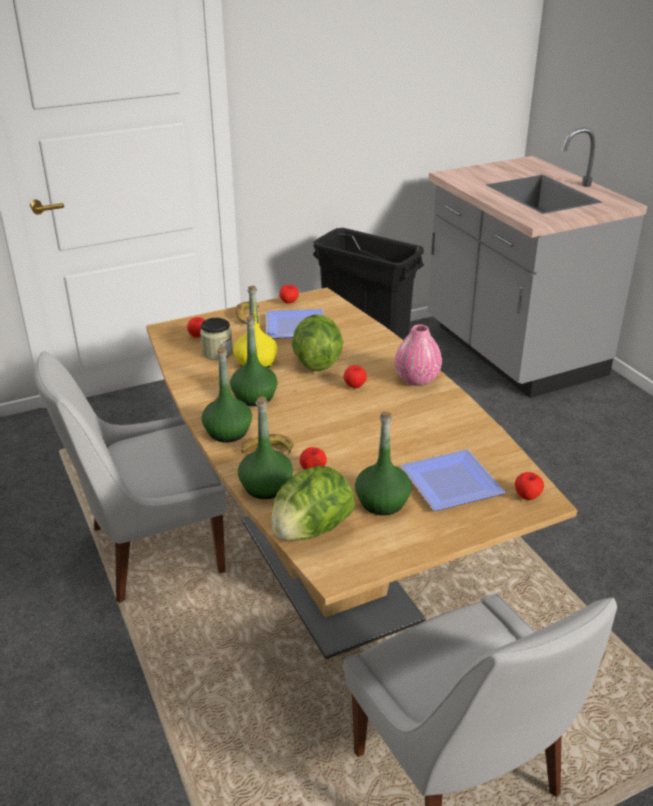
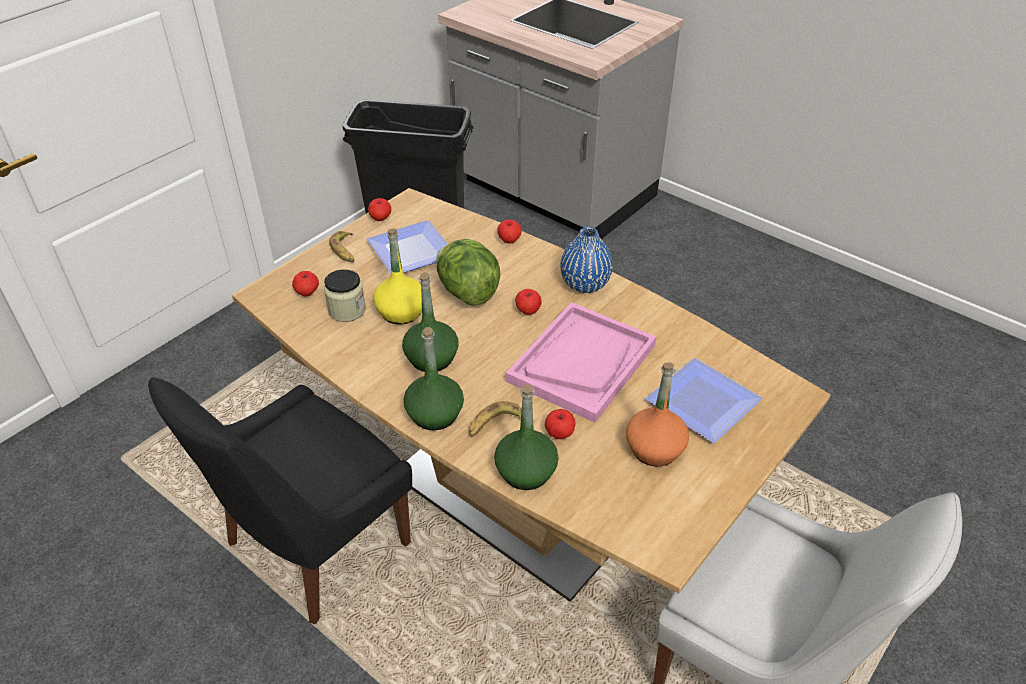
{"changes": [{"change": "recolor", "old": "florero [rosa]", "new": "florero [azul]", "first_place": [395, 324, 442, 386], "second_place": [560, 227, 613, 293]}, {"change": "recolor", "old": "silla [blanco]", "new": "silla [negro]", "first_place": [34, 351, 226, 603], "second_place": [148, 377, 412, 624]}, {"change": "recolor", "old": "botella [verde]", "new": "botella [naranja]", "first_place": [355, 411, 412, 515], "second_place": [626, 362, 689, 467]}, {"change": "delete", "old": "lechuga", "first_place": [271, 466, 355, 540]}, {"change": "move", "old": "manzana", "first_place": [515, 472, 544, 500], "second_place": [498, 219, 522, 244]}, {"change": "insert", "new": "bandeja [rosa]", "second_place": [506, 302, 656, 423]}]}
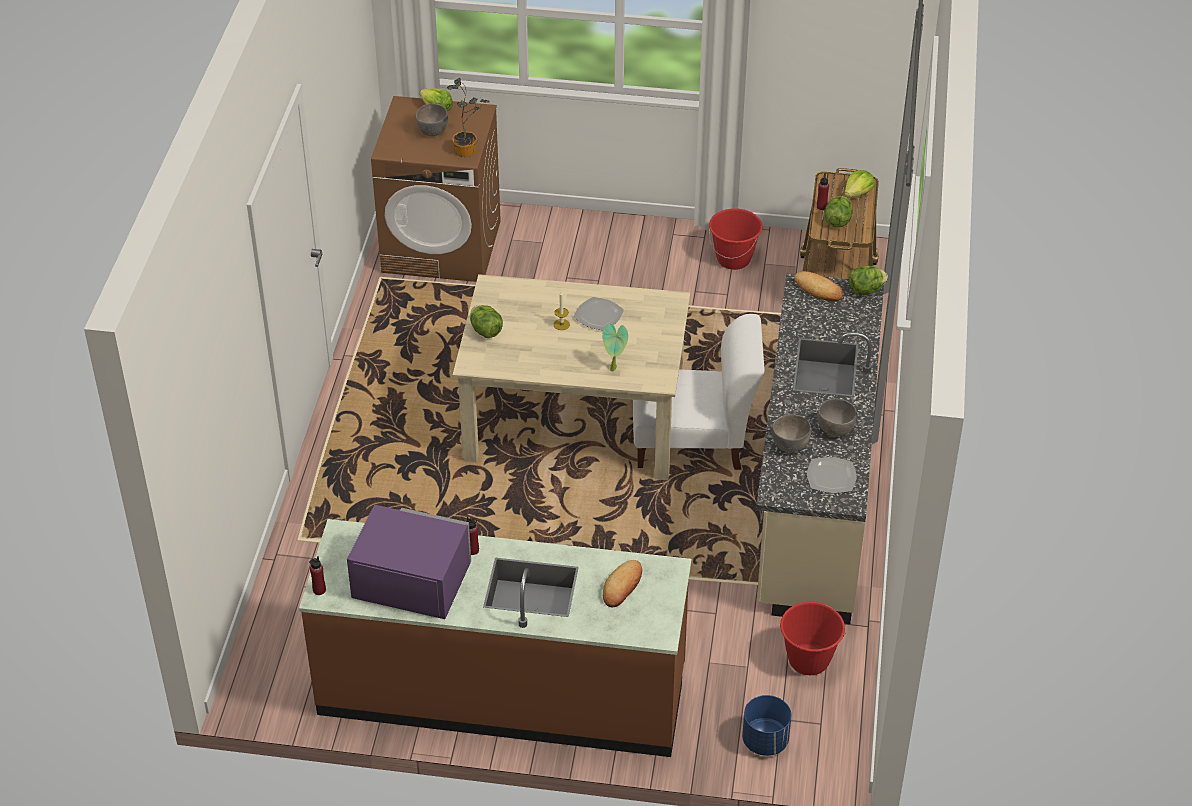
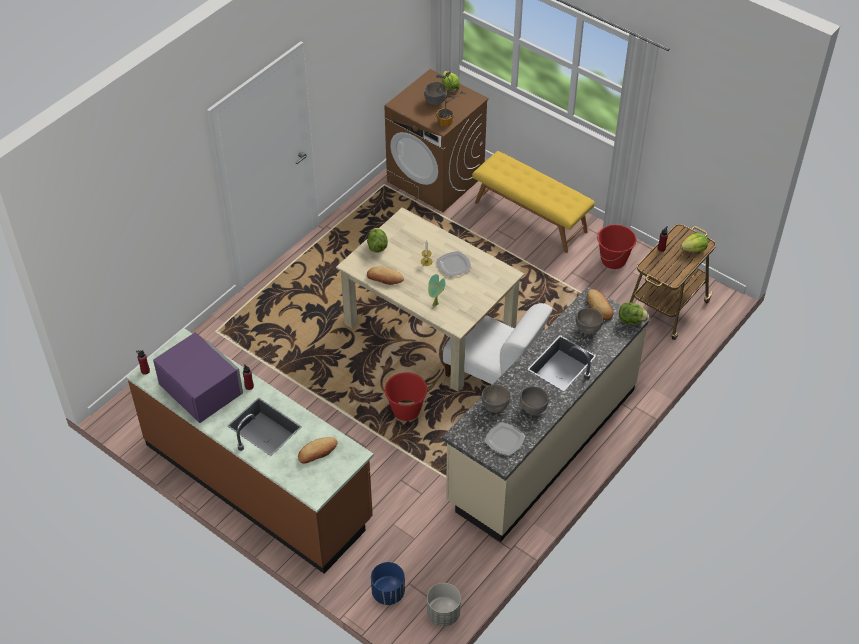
{"changes": [{"change": "delete", "old": "lechuga", "first_place": [824, 196, 853, 228]}, {"change": "move", "old": "cubo [rojo]", "first_place": [779, 602, 846, 675], "second_place": [385, 372, 428, 421]}, {"change": "insert", "new": "banco [amarillo]", "second_place": [472, 151, 595, 253]}, {"change": "insert", "new": "pan", "second_place": [367, 267, 404, 285]}, {"change": "insert", "new": "cuenco [gris]", "second_place": [576, 308, 603, 334]}, {"change": "insert", "new": "maceta [gris]", "second_place": [427, 583, 461, 626]}]}
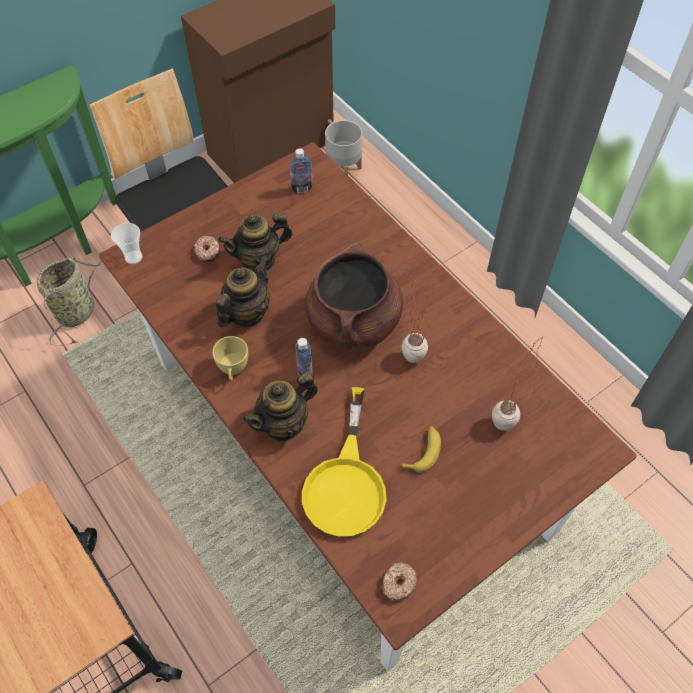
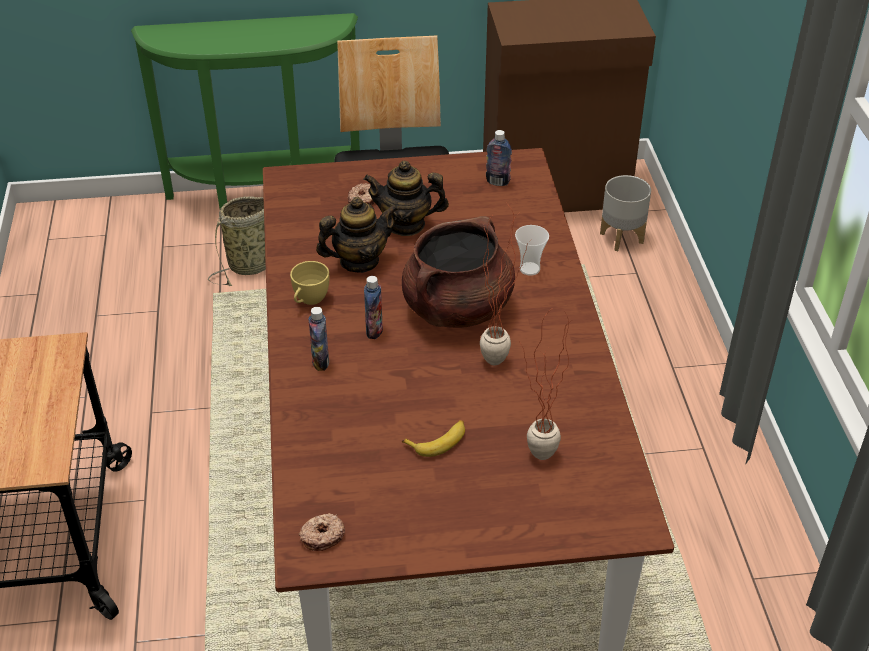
{"changes": [{"change": "move", "old": "taza", "first_place": [111, 223, 143, 264], "second_place": [515, 225, 549, 276]}, {"change": "replace", "old": "tetera", "new": "botella", "first_place": [242, 372, 318, 442], "second_place": [309, 307, 329, 371]}, {"change": "delete", "old": "sartén [amarillo]", "first_place": [302, 387, 386, 536]}]}
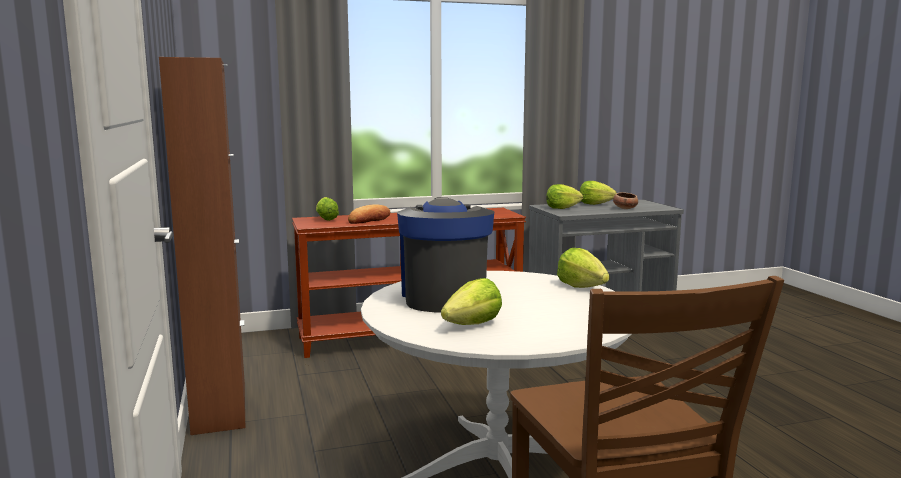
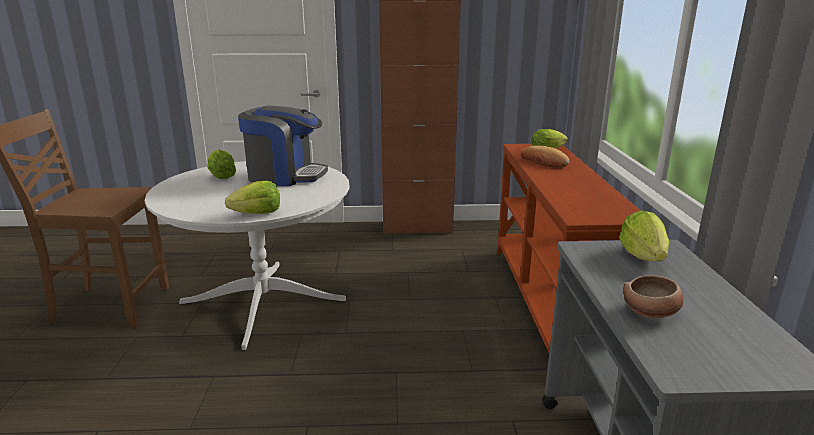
{"changes": [{"change": "delete", "old": "lechuga", "first_place": [580, 181, 617, 205]}]}
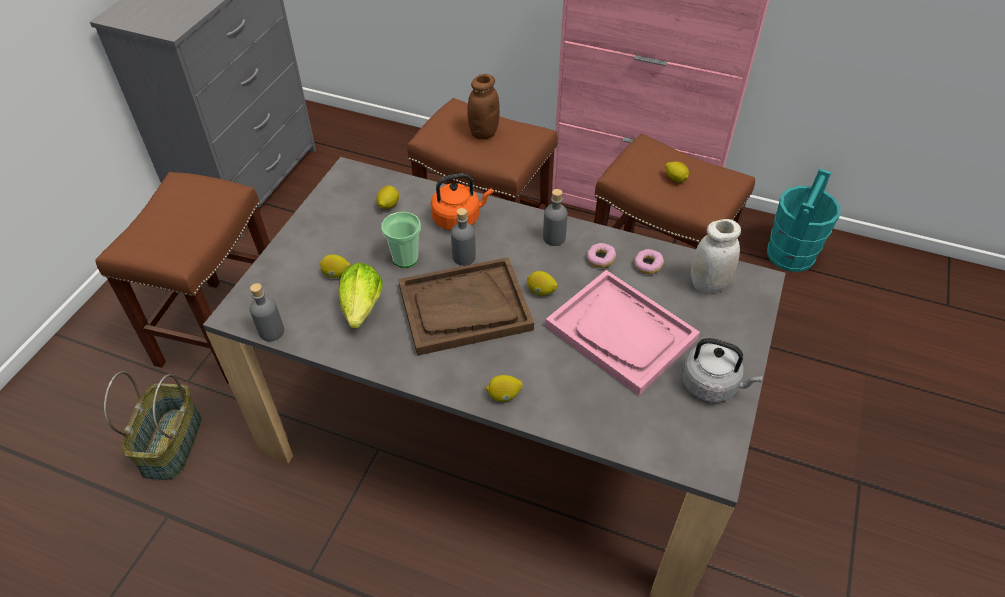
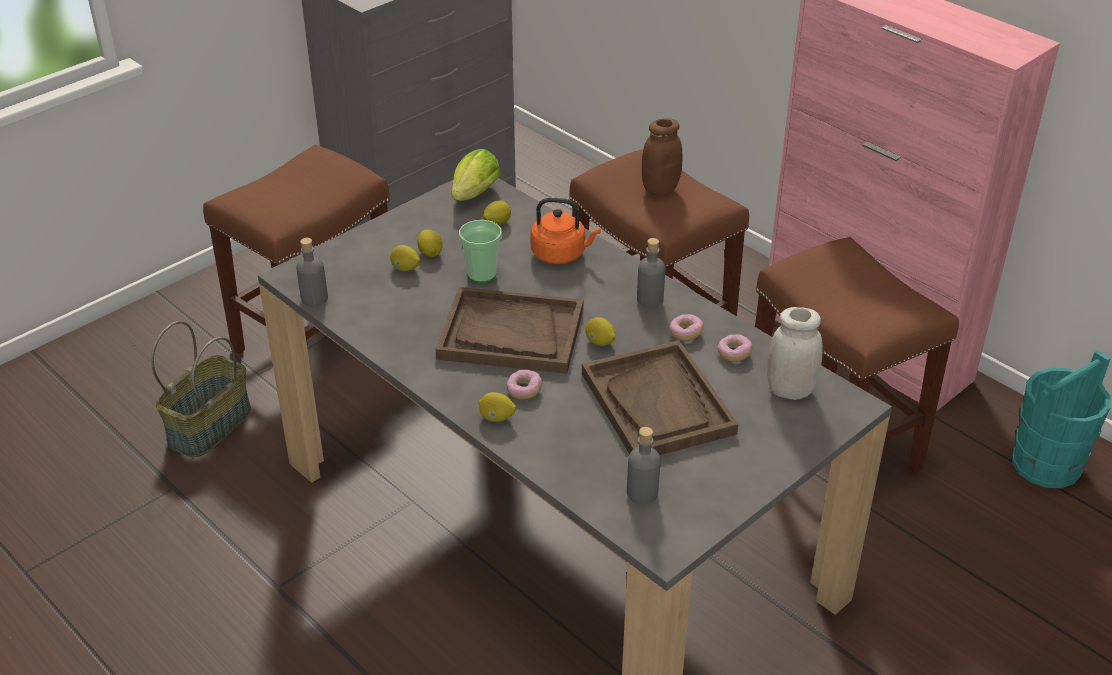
{"changes": [{"change": "move", "old": "limón", "first_place": [665, 161, 689, 182], "second_place": [418, 230, 443, 257]}, {"change": "move", "old": "botella [gris]", "first_place": [451, 208, 476, 266], "second_place": [627, 427, 661, 504]}, {"change": "move", "old": "lechuga", "first_place": [338, 263, 383, 328], "second_place": [452, 149, 501, 201]}, {"change": "recolor", "old": "bandeja [rosa]", "new": "bandeja [marrón]", "first_place": [545, 270, 700, 395], "second_place": [582, 340, 738, 455]}, {"change": "delete", "old": "hervidor [gris]", "first_place": [682, 338, 763, 402]}, {"change": "insert", "new": "rosquilla", "second_place": [506, 370, 542, 400]}]}
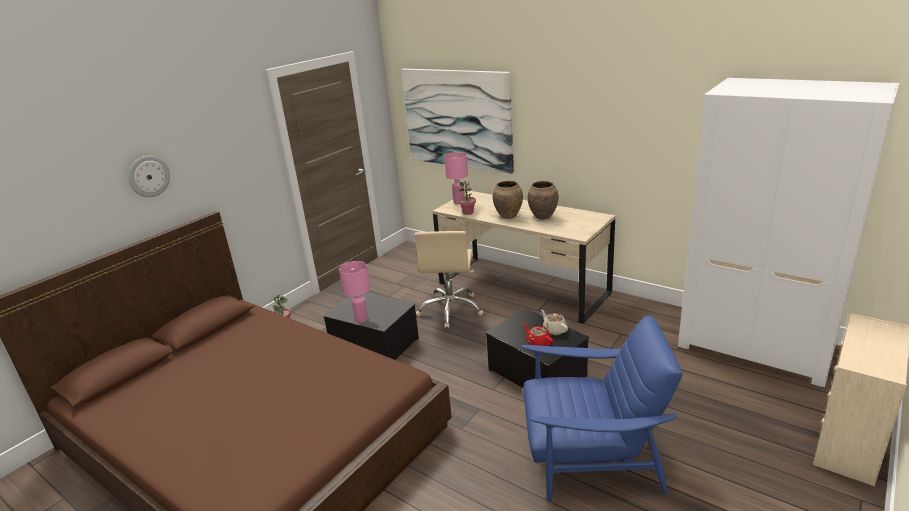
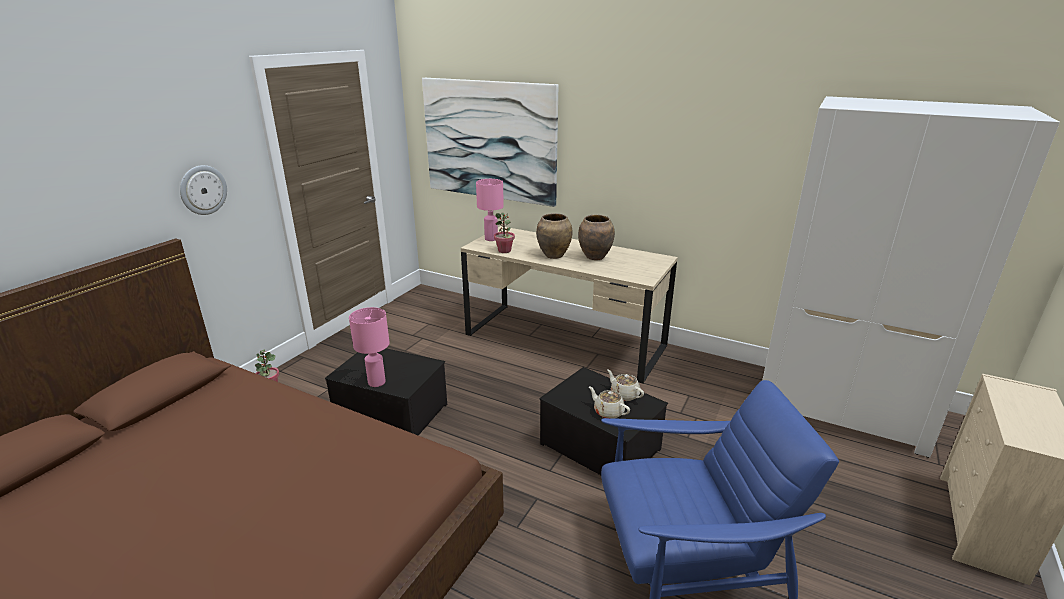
{"changes": [{"change": "move", "old": "reloj de pared", "first_place": [128, 156, 170, 197], "second_place": [180, 165, 227, 215]}, {"change": "delete", "old": "silla de oficina [beis]", "first_place": [414, 231, 484, 328]}, {"change": "recolor", "old": "tetera [rojo]", "new": "tetera [beis]", "first_place": [523, 323, 553, 346], "second_place": [589, 386, 630, 419]}]}
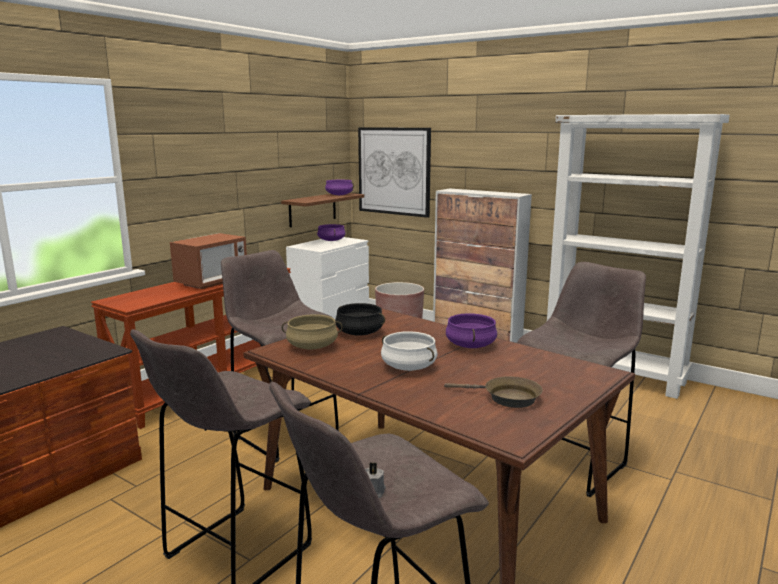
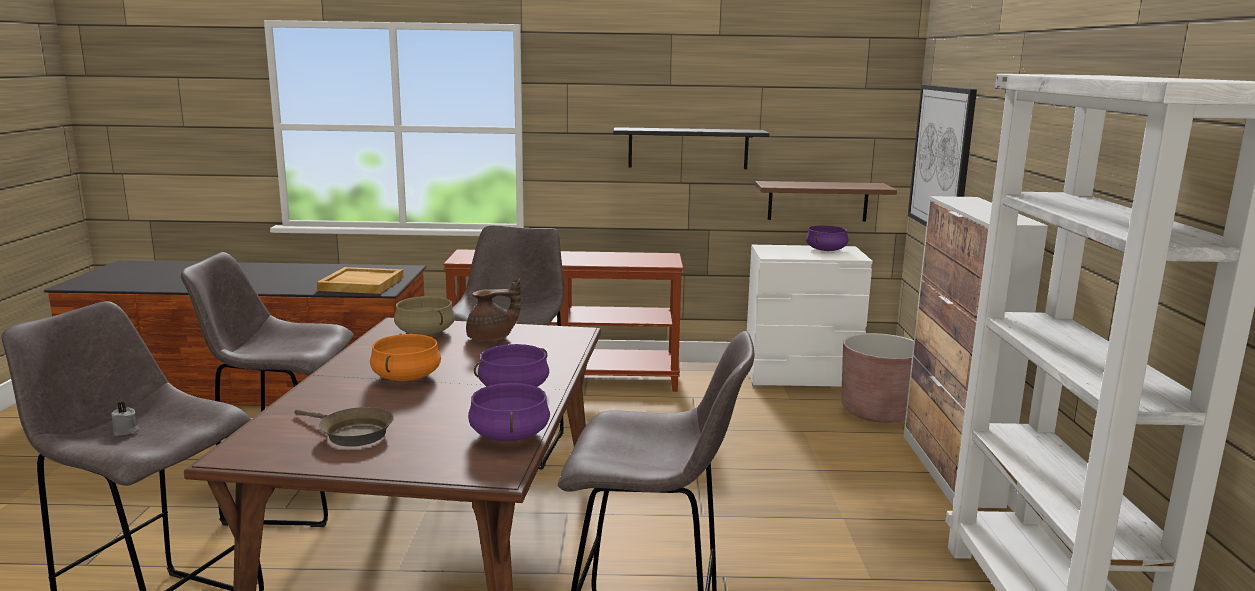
{"changes": [{"change": "move", "old": "olla [morado]", "first_place": [325, 180, 354, 195], "second_place": [468, 383, 550, 441]}, {"change": "delete", "old": "microondas", "first_place": [170, 233, 247, 289]}, {"change": "replace", "old": "olla [negro]", "new": "tetera [marrón]", "first_place": [335, 303, 385, 336], "second_place": [466, 278, 521, 341]}, {"change": "recolor", "old": "olla [blanco]", "new": "olla [naranja]", "first_place": [381, 331, 438, 371], "second_place": [370, 334, 441, 381]}, {"change": "rotate", "old": "sartén [marrón]", "first_place": [444, 376, 543, 408], "second_place": [294, 407, 394, 447], "degrees": -45}, {"change": "insert", "new": "estante [negro]", "second_place": [613, 127, 769, 169]}, {"change": "insert", "new": "bandeja [beis]", "second_place": [317, 267, 404, 294]}]}
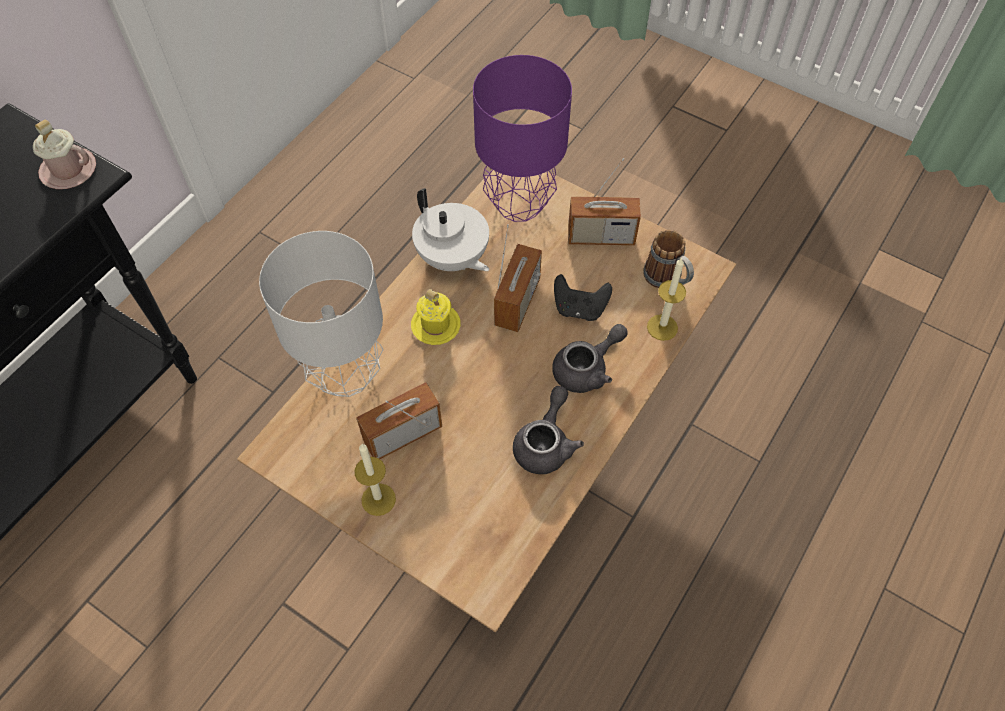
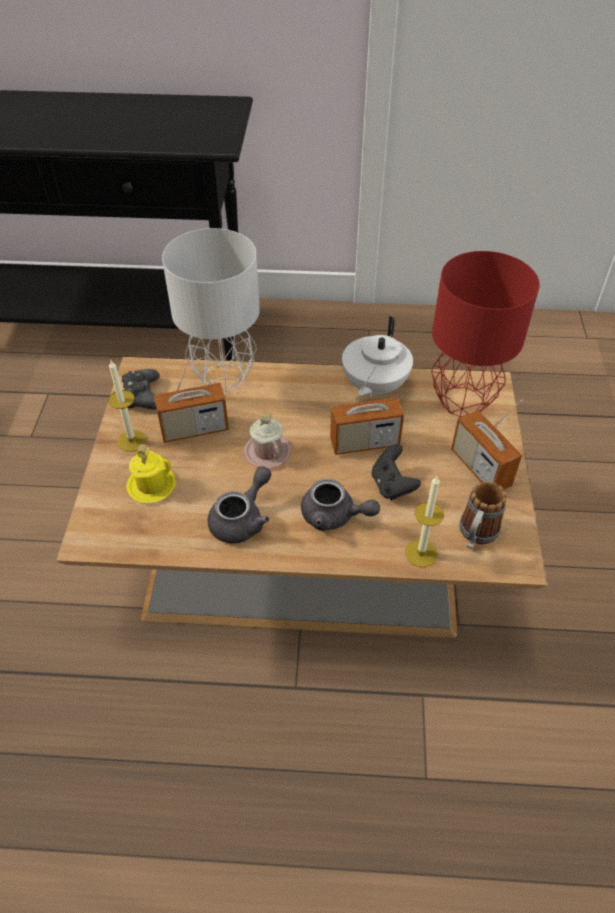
{"changes": [{"change": "recolor", "old": "lámpara de mesa [morado]", "new": "lámpara de mesa [rojo]", "first_place": [473, 55, 572, 222], "second_place": [431, 251, 540, 417]}, {"change": "move", "old": "taza grande [rosa]", "first_place": [33, 119, 96, 189], "second_place": [244, 412, 291, 468]}, {"change": "move", "old": "taza grande [amarillo]", "first_place": [411, 289, 461, 345], "second_place": [126, 444, 176, 503]}, {"change": "rotate", "old": "radio", "first_place": [356, 382, 442, 459], "second_place": [154, 345, 229, 443], "degrees": 135}, {"change": "rotate", "old": "tetera [gris]", "first_place": [513, 386, 584, 474], "second_place": [208, 466, 271, 543], "degrees": -45}, {"change": "insert", "new": "mando de consola [negro]", "second_place": [122, 369, 160, 409]}]}
